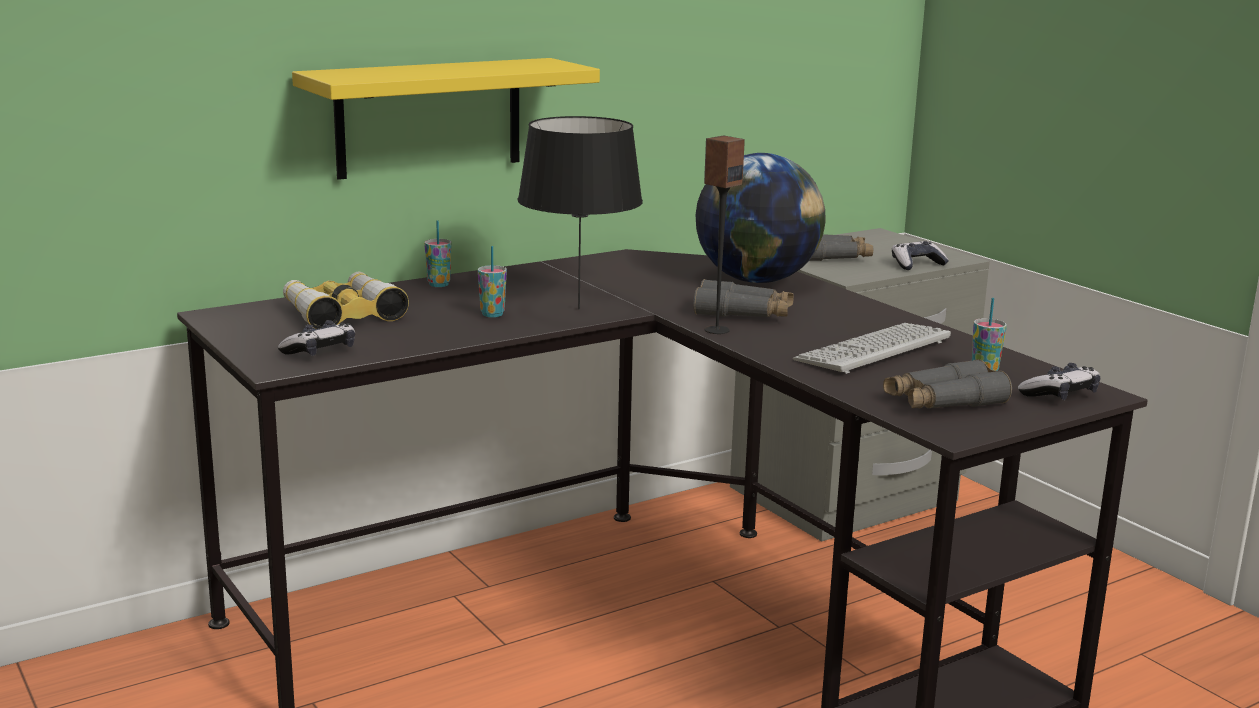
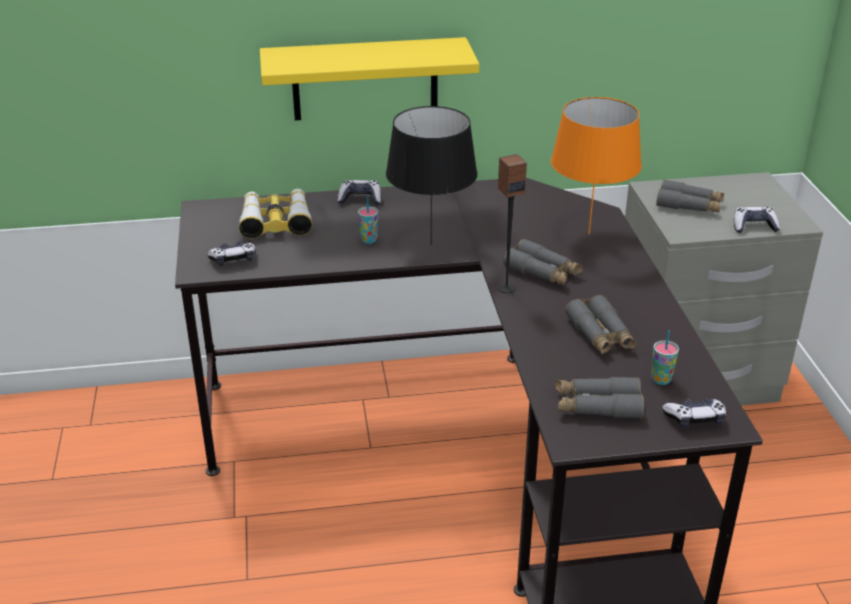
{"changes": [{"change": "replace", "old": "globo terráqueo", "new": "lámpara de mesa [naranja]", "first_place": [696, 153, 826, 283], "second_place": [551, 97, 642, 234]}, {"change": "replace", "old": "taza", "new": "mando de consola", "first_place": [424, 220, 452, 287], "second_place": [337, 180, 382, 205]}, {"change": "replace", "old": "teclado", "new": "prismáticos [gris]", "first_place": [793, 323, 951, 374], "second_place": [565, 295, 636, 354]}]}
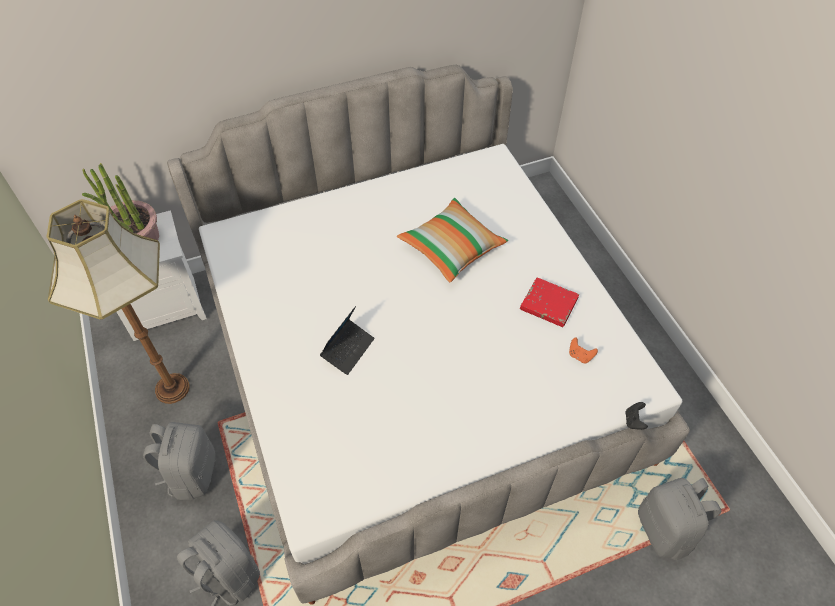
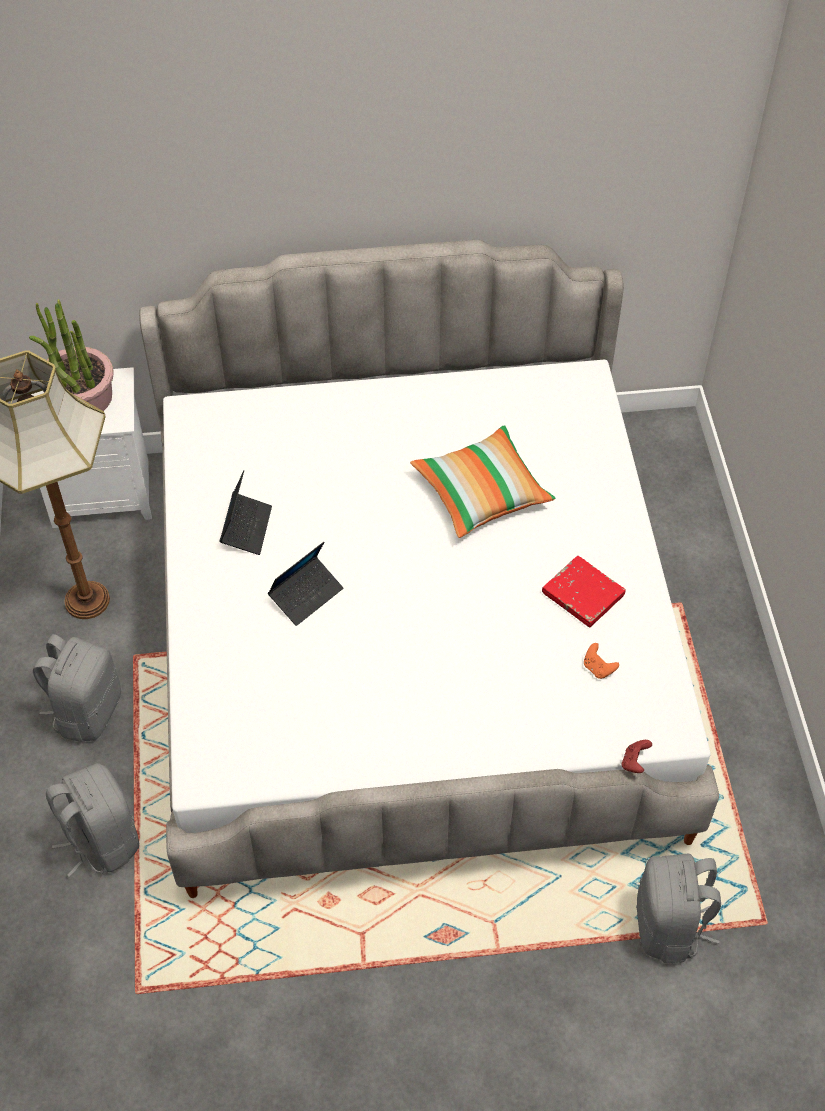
{"changes": [{"change": "recolor", "old": "mando de consola [negro]", "new": "mando de consola [rojo]", "first_place": [625, 402, 648, 430], "second_place": [622, 740, 652, 773]}, {"change": "insert", "new": "portátil", "second_place": [220, 470, 272, 555]}]}
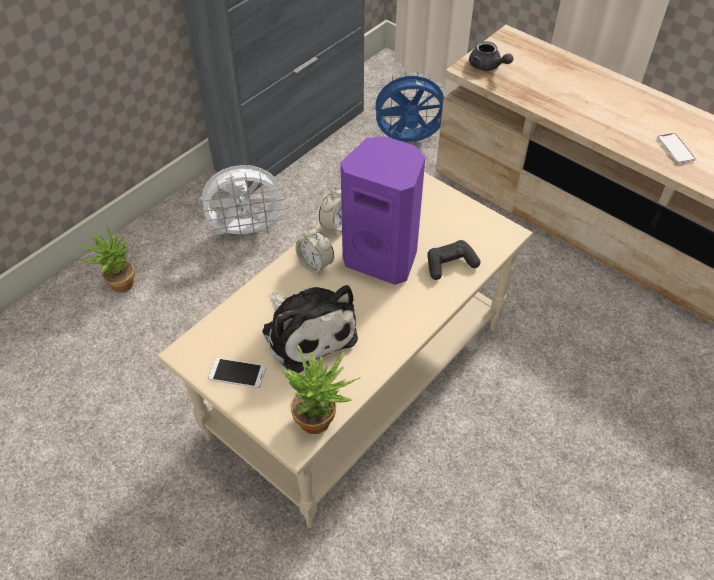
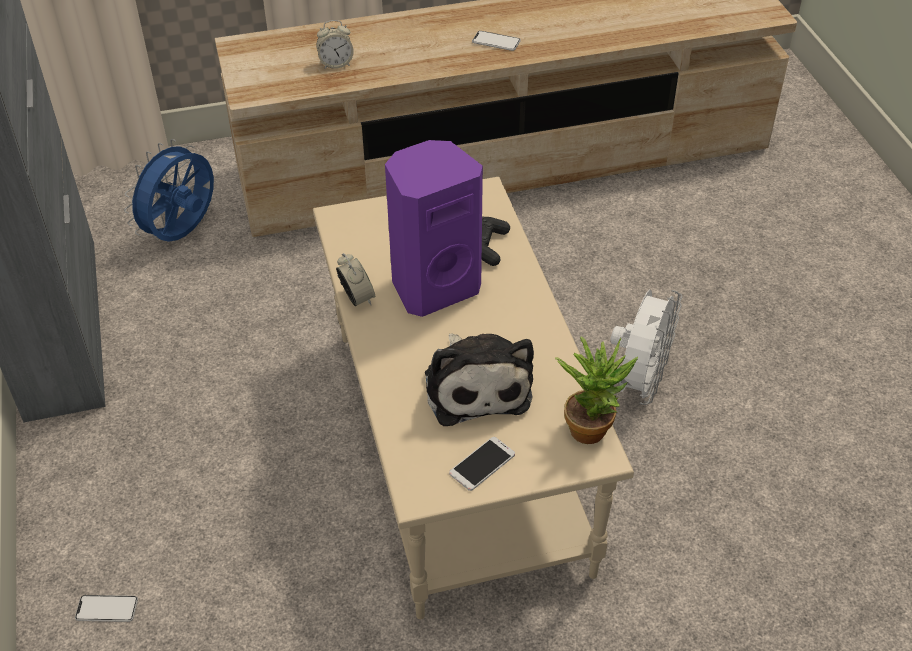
{"changes": [{"change": "delete", "old": "tetera [gris]", "first_place": [469, 41, 513, 71]}, {"change": "move", "old": "ventilador [blanco]", "first_place": [197, 165, 288, 241], "second_place": [610, 290, 682, 405]}, {"change": "replace", "old": "planta en maceta", "new": "móvil", "first_place": [79, 225, 135, 293], "second_place": [75, 595, 138, 622]}, {"change": "move", "old": "despertador", "first_place": [296, 226, 334, 275], "second_place": [317, 20, 354, 69]}, {"change": "rotate", "old": "peluche", "first_place": [262, 285, 358, 373], "second_place": [425, 333, 534, 426], "degrees": 75}]}
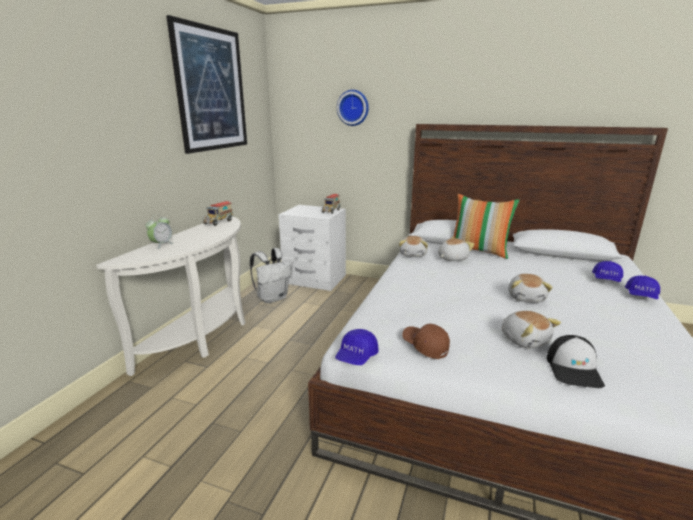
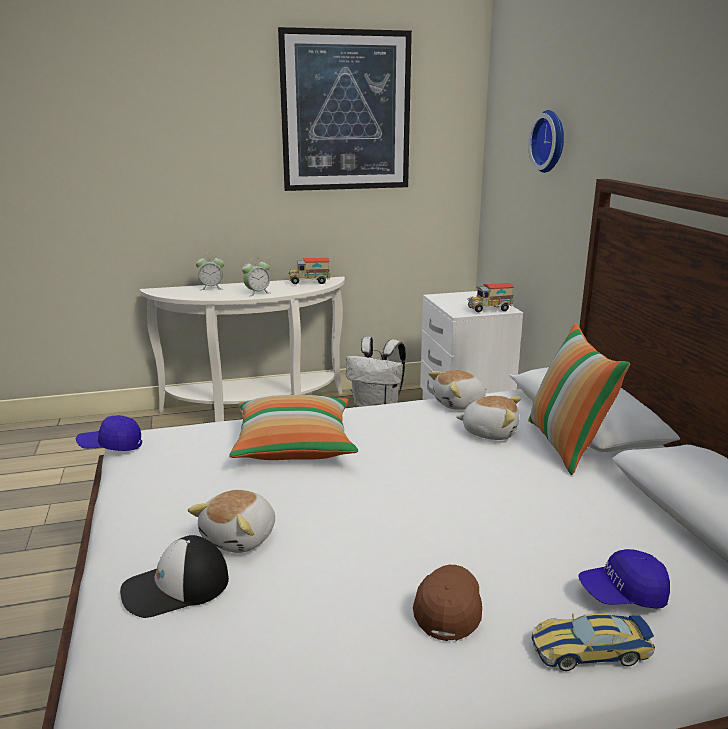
{"changes": [{"change": "delete", "old": "peluche", "first_place": [508, 274, 553, 303]}, {"change": "replace", "old": "gorra [azul]", "new": "coche de juguete", "first_place": [625, 276, 660, 299], "second_place": [532, 613, 655, 671]}, {"change": "move", "old": "gorra [marrón]", "first_place": [402, 324, 450, 359], "second_place": [413, 565, 482, 641]}, {"change": "insert", "new": "despertador", "second_place": [242, 258, 270, 296]}, {"change": "insert", "new": "cojín", "second_place": [229, 395, 358, 460]}]}
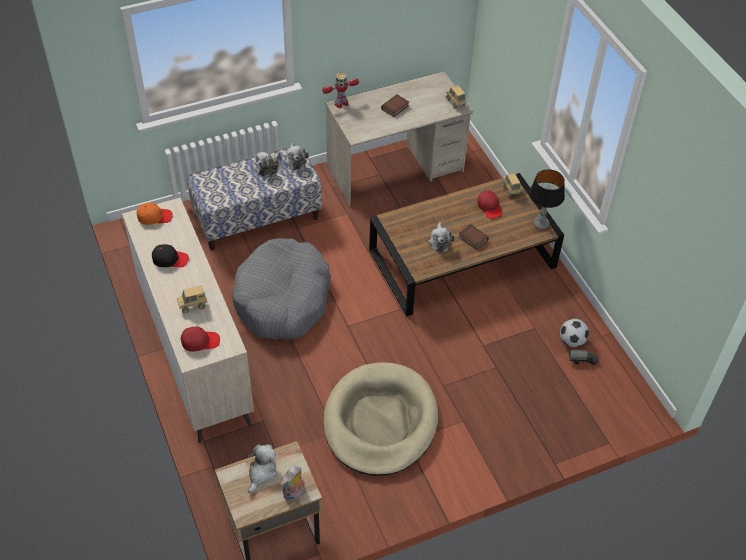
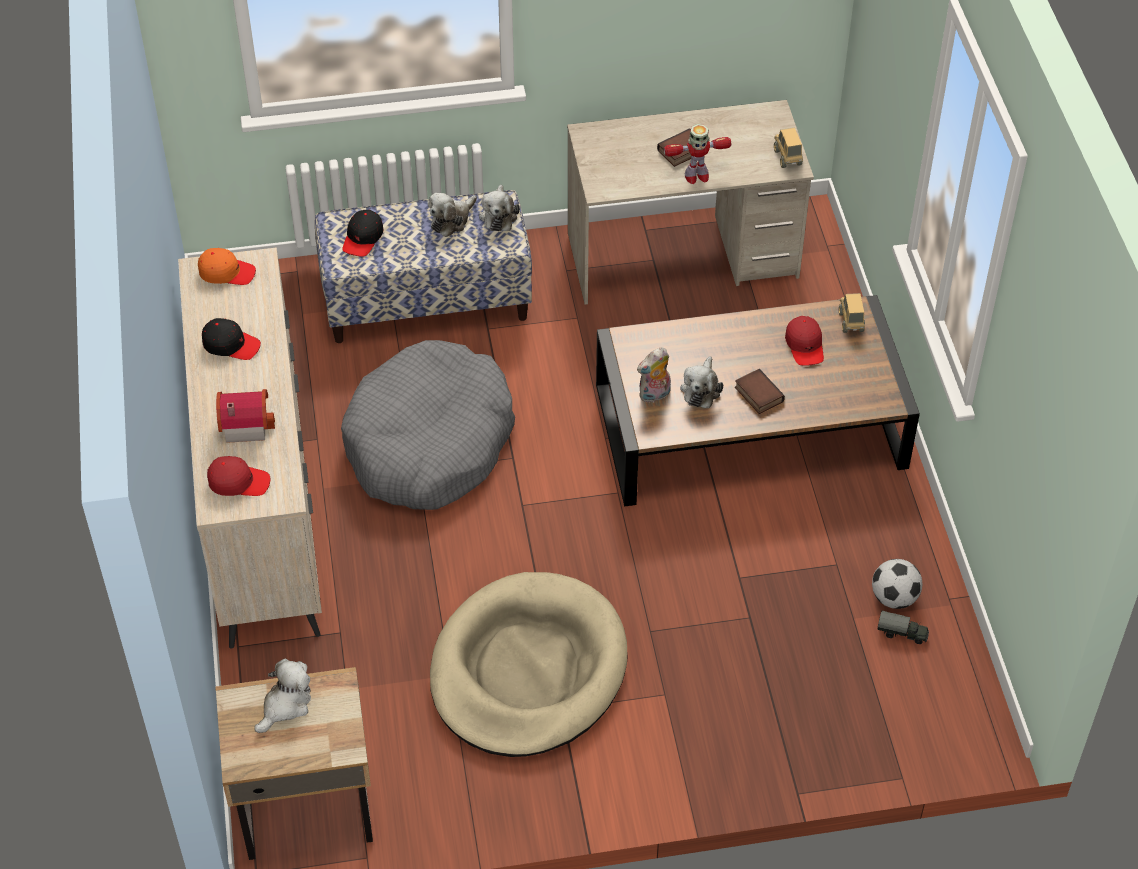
{"changes": [{"change": "move", "old": "robot de juguete", "first_place": [322, 73, 359, 108], "second_place": [664, 124, 731, 184]}, {"change": "delete", "old": "lámpara de mesa", "first_place": [529, 169, 565, 230]}, {"change": "replace", "old": "camión de juguete", "new": "casita", "first_place": [177, 286, 207, 313], "second_place": [216, 389, 275, 443]}, {"change": "move", "old": "peluche", "first_place": [280, 465, 305, 501], "second_place": [637, 347, 671, 403]}, {"change": "insert", "new": "gorra [negro]", "second_place": [343, 210, 384, 257]}]}
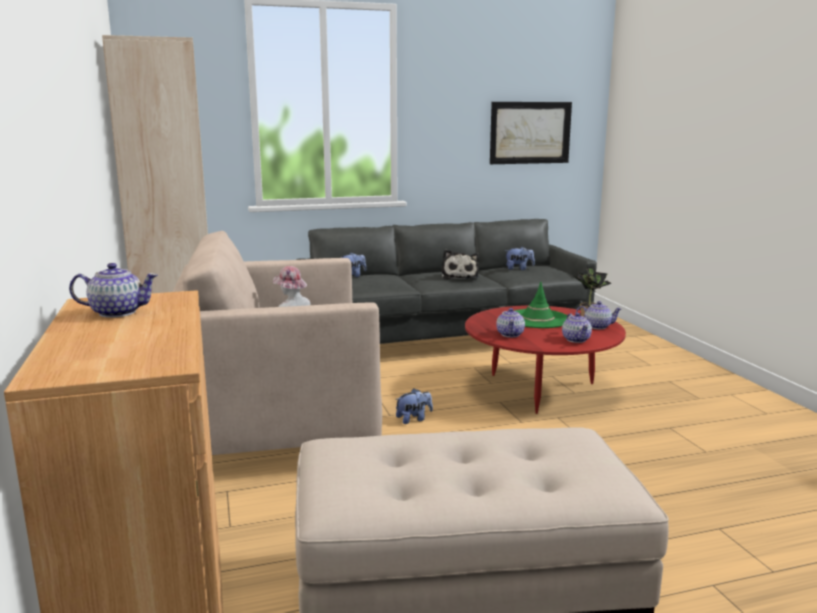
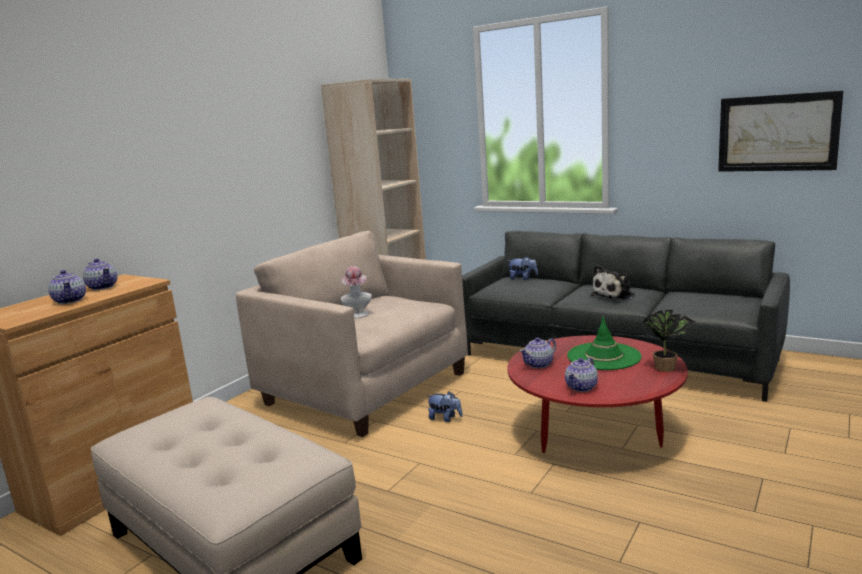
{"changes": [{"change": "delete", "old": "peluche", "first_place": [505, 246, 535, 270]}, {"change": "move", "old": "tetera", "first_place": [576, 301, 622, 329], "second_place": [48, 270, 86, 304]}]}
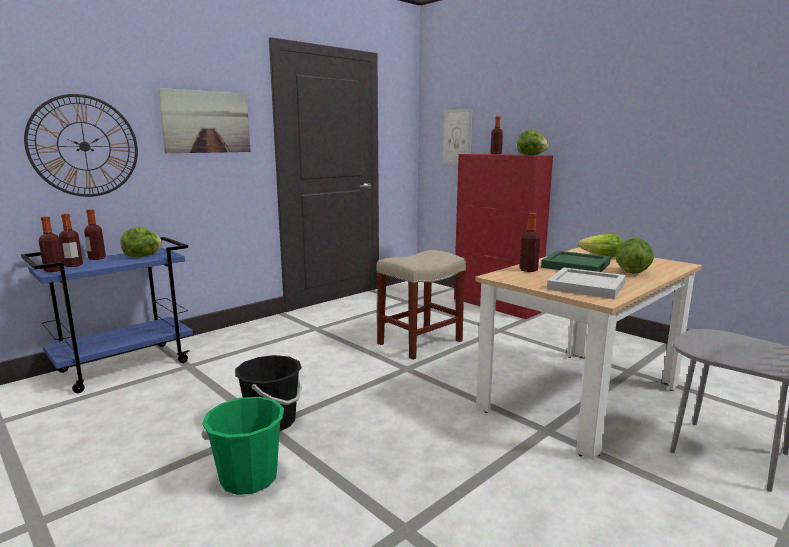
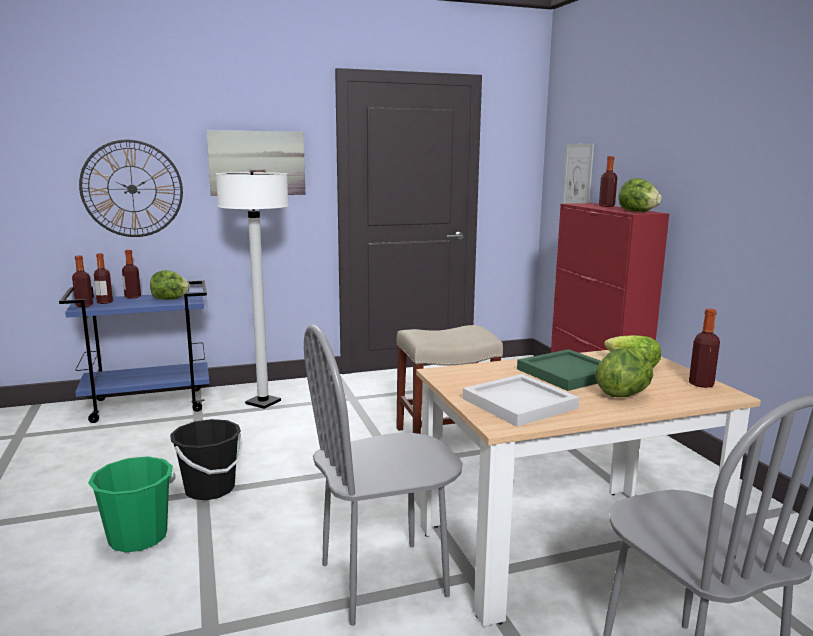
{"changes": [{"change": "move", "old": "botella", "first_place": [519, 213, 540, 272], "second_place": [689, 309, 720, 388]}, {"change": "insert", "new": "lámpara de pie [blanco]", "second_place": [216, 172, 289, 409]}, {"change": "insert", "new": "silla [gris]", "second_place": [304, 325, 463, 626]}]}
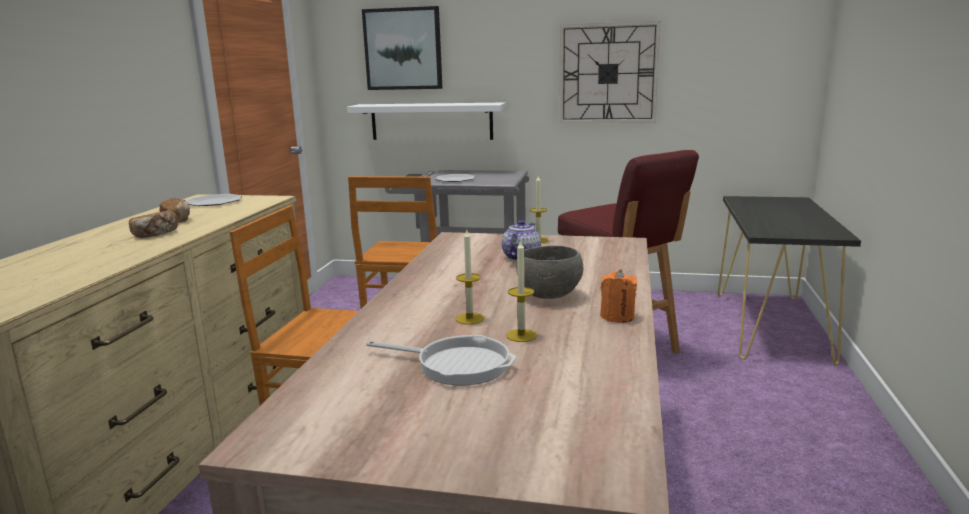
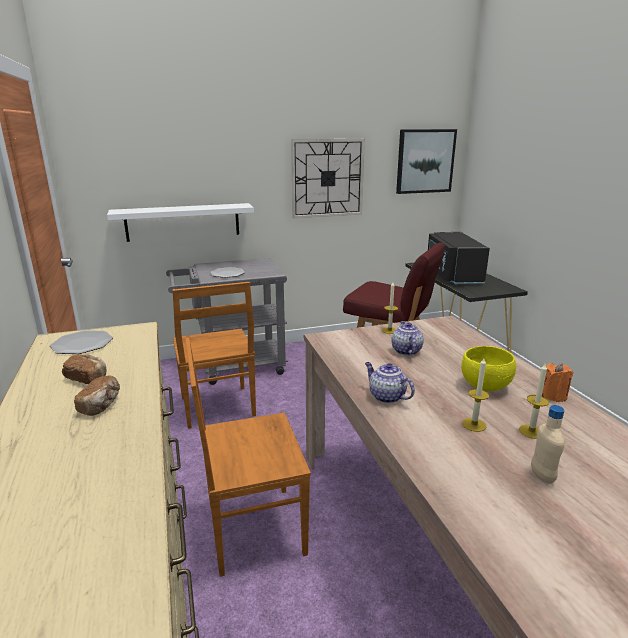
{"changes": [{"change": "move", "old": "cuadro", "first_place": [362, 6, 442, 90], "second_place": [396, 129, 457, 194]}, {"change": "recolor", "old": "cuenco [gris]", "new": "cuenco [amarillo]", "first_place": [516, 246, 583, 299], "second_place": [461, 346, 516, 391]}, {"change": "replace", "old": "sartén", "new": "botella [beis]", "first_place": [366, 335, 516, 385], "second_place": [531, 405, 565, 484]}, {"change": "insert", "new": "microondas [negro]", "second_place": [428, 232, 490, 284]}, {"change": "insert", "new": "tetera", "second_place": [365, 362, 415, 403]}]}
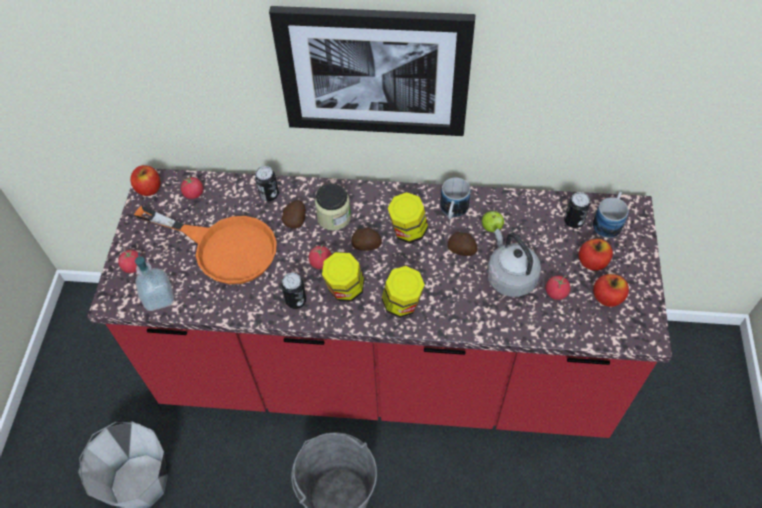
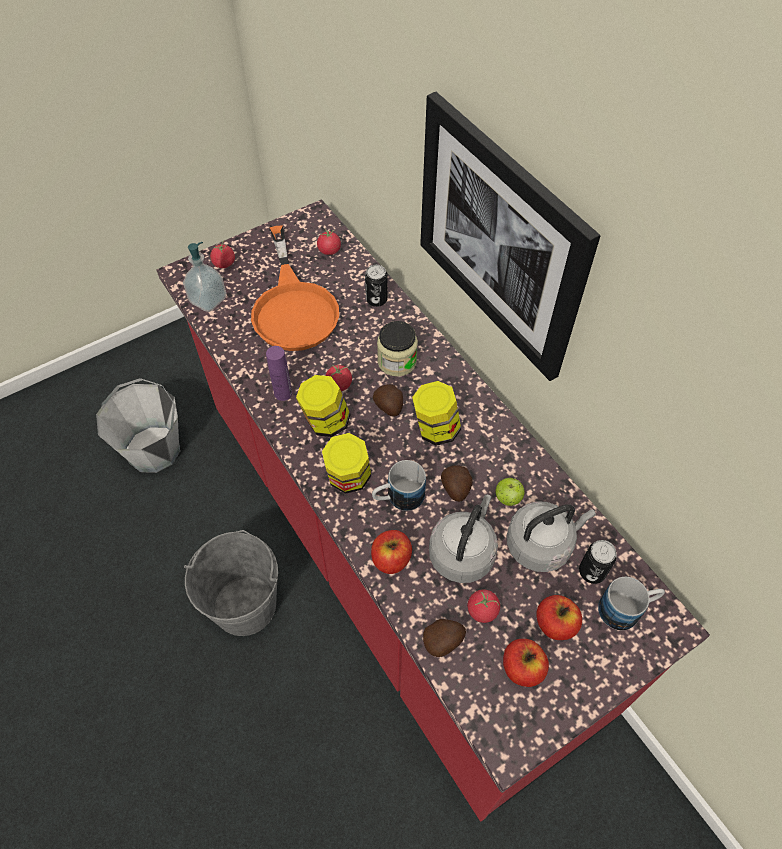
{"changes": [{"change": "move", "old": "manzana", "first_place": [130, 165, 160, 196], "second_place": [371, 530, 412, 574]}, {"change": "move", "old": "taza grande", "first_place": [440, 178, 471, 219], "second_place": [372, 460, 426, 511]}, {"change": "move", "old": "patata", "first_place": [281, 200, 306, 229], "second_place": [423, 619, 466, 657]}, {"change": "replace", "old": "lata", "new": "botella [morado]", "first_place": [281, 273, 306, 309], "second_place": [266, 346, 292, 401]}, {"change": "insert", "new": "hervidor [gris]", "second_place": [507, 501, 596, 572]}]}
